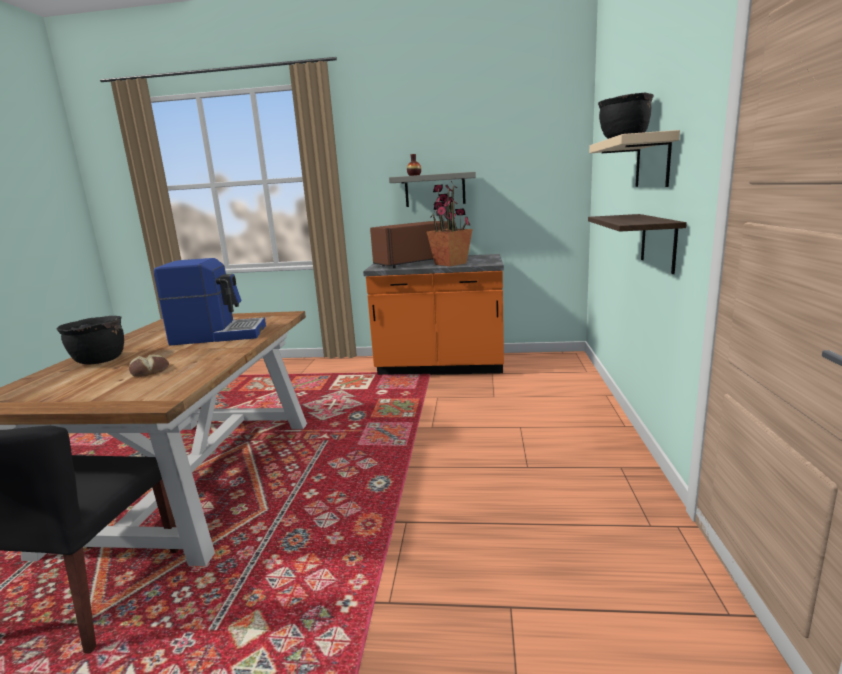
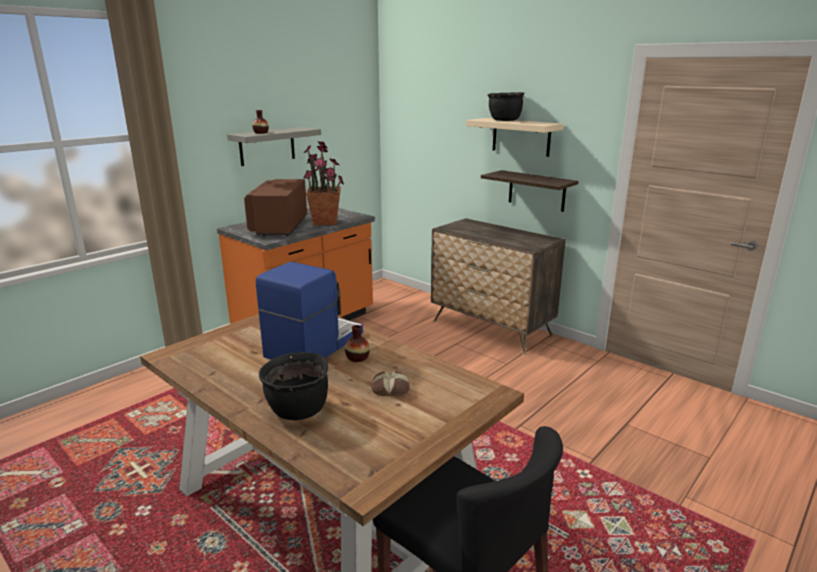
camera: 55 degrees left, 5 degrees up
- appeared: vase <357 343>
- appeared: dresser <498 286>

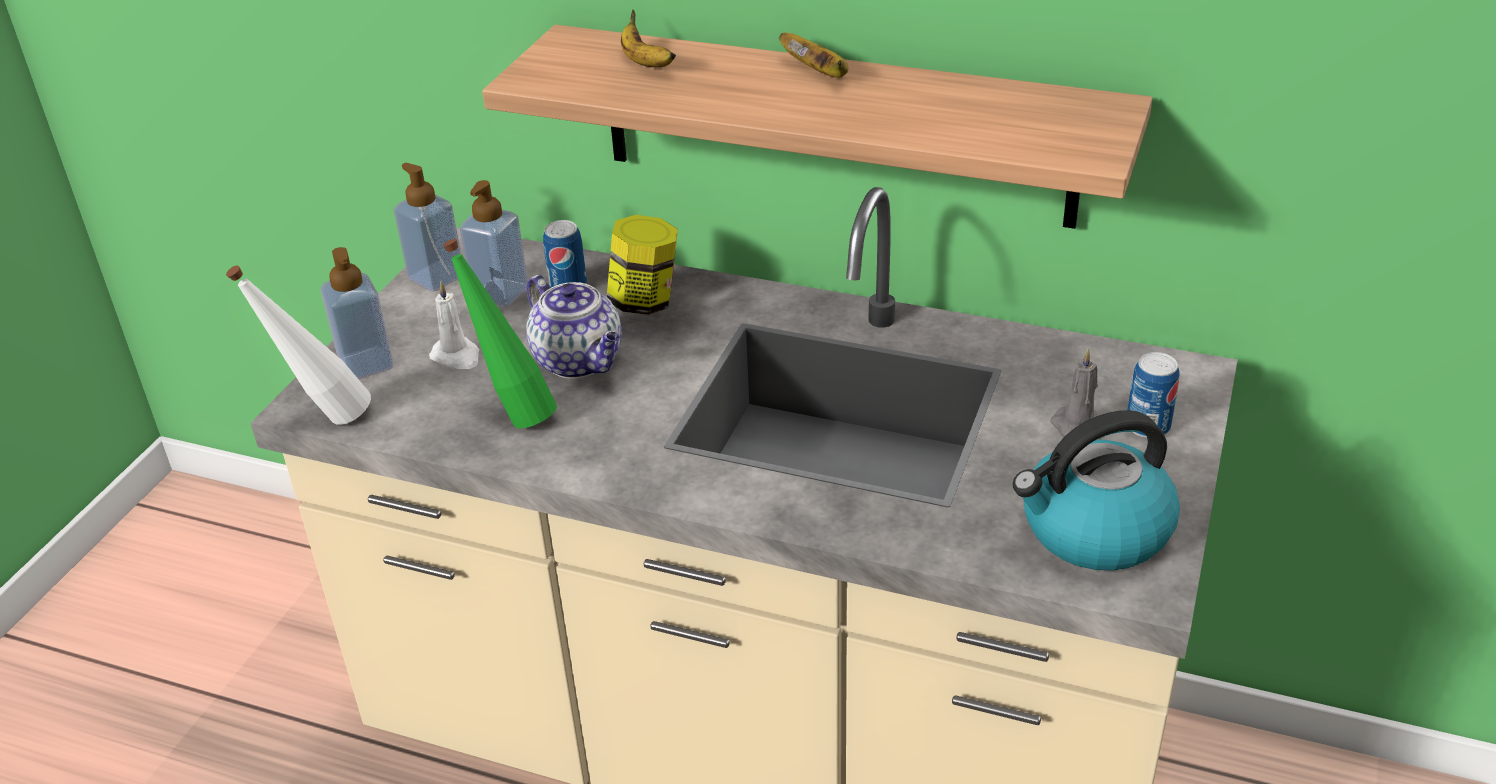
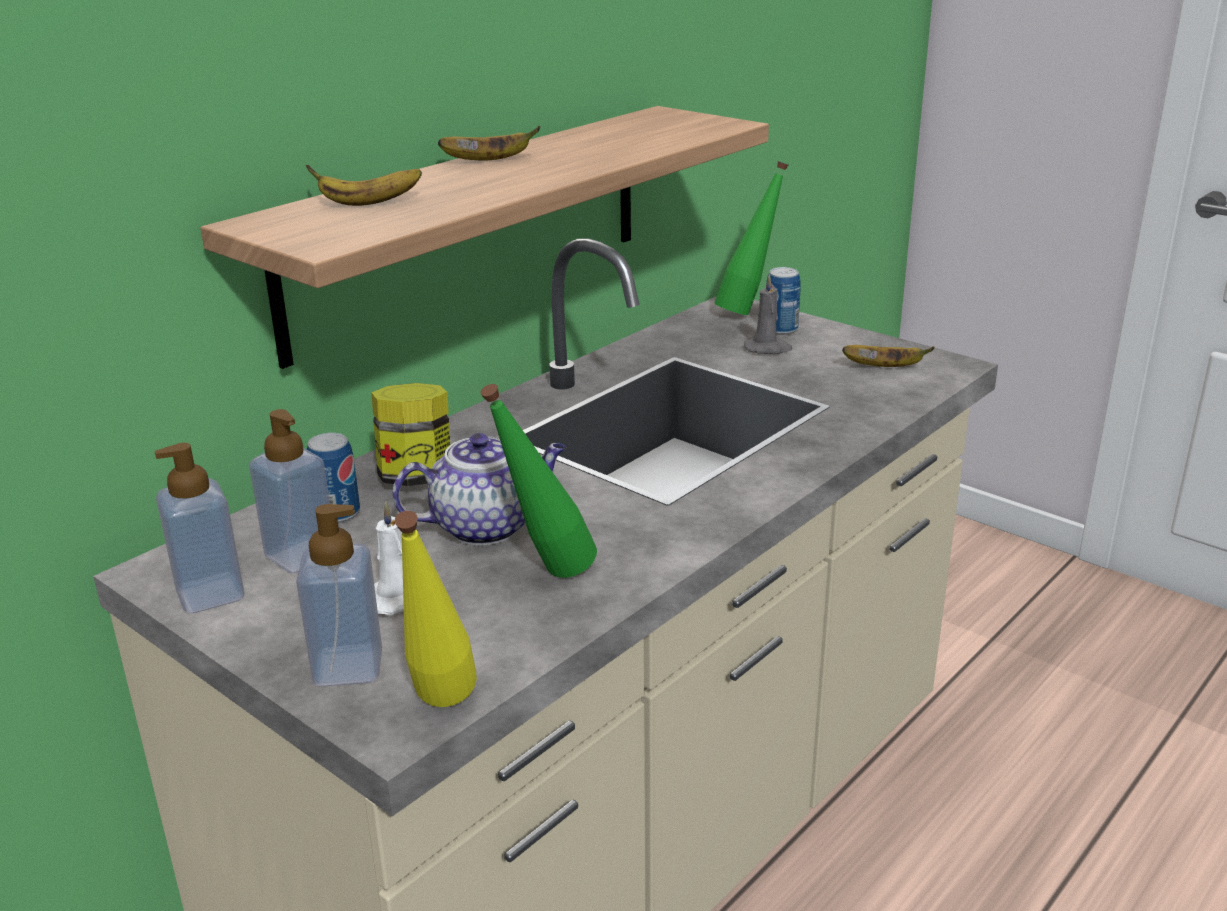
camera: 70 degrees left, 10 degrees down
- colour: white bottle <298 345> to yellow bottle <436 609>
- appeared: green bottle <751 238>
- exchanged: kettle <1096 490> to banana <888 356>

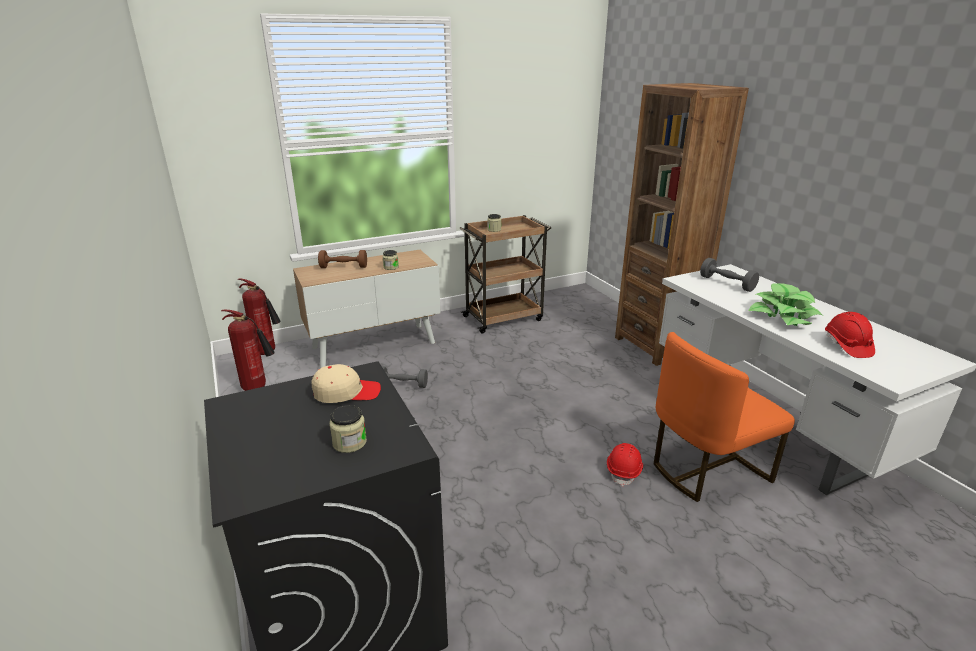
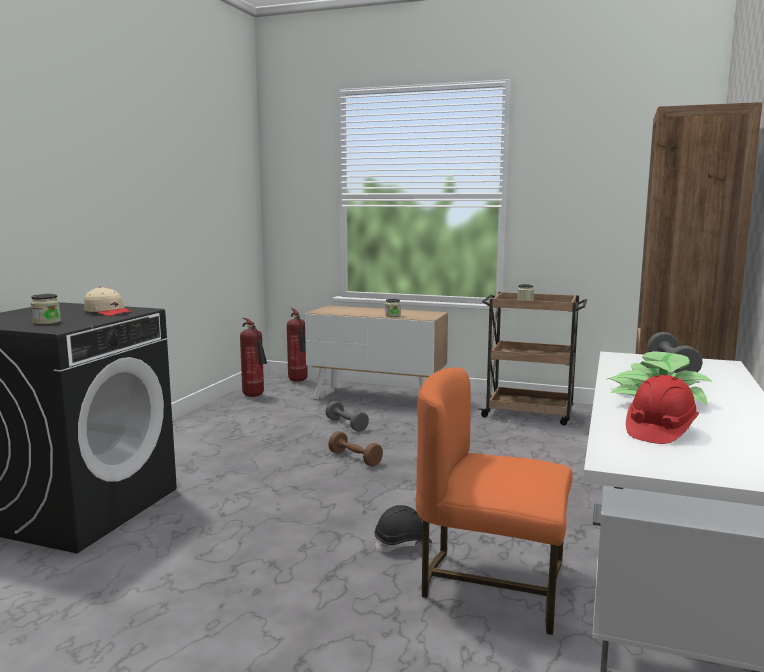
camera: 45 degrees right, 15 degrees down
- relocated: brown dumbbell <342 259> to <355 449>
- colour: red hard hat <625 465> to black hard hat <403 528>

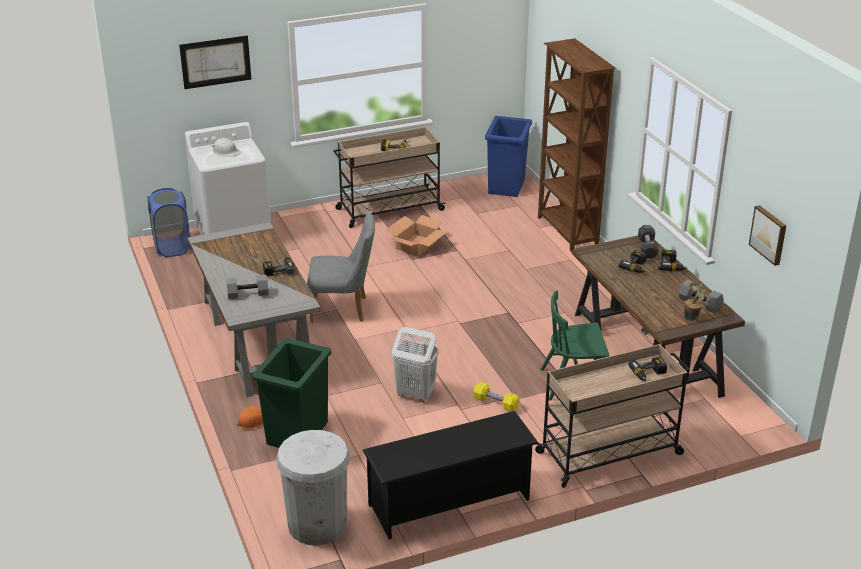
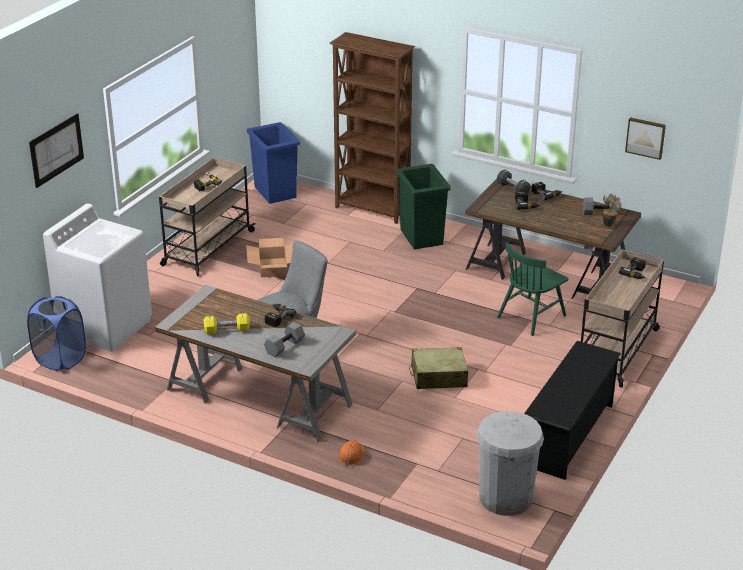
camera: 40 degrees left, 0 degrees up
- relocated: yellow dumbbell <496 397> to <227 323>
- relocated: green trash can <291 393> to <423 207>
- exchanged: white laundry basket <415 364> to beige suitcase <438 368>
- missing: white hard hat <226 147>

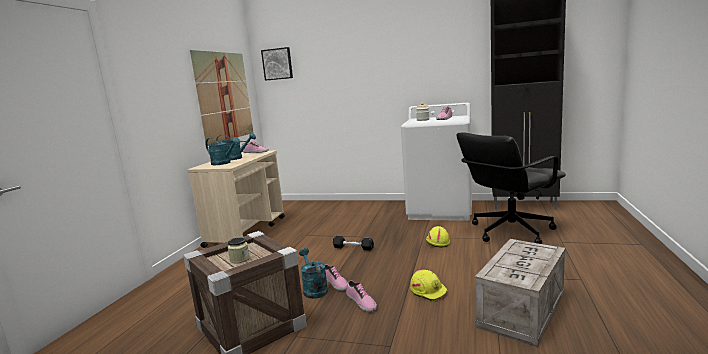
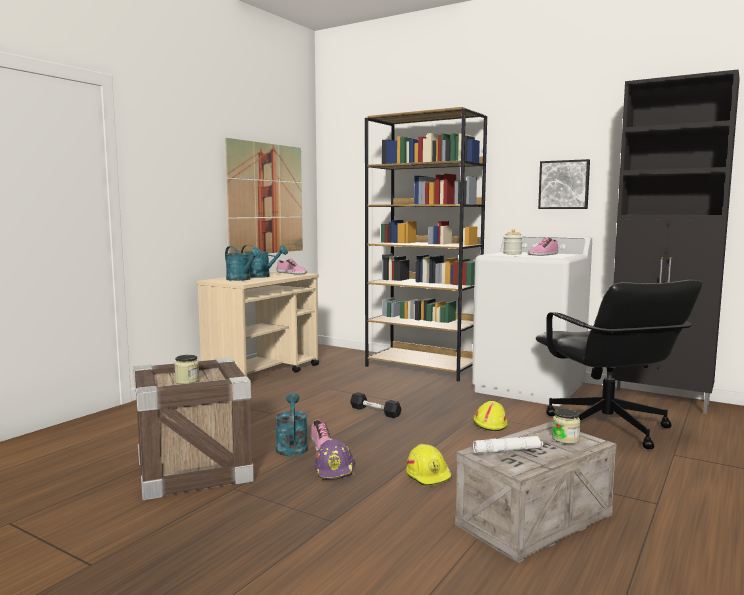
camera: 15 degrees right, 5 degrees down
- exchanged: shoe <361 296> to purple hard hat <334 459>
- appeared: brown bookcase <426 244>
- appeared: white flashlight <508 444>
- spun: black office chair <511 188> = <619 364> 90 degrees counterclockwise
- relocated: picture <277 64> to <564 184>
- appeared: jar <566 426>

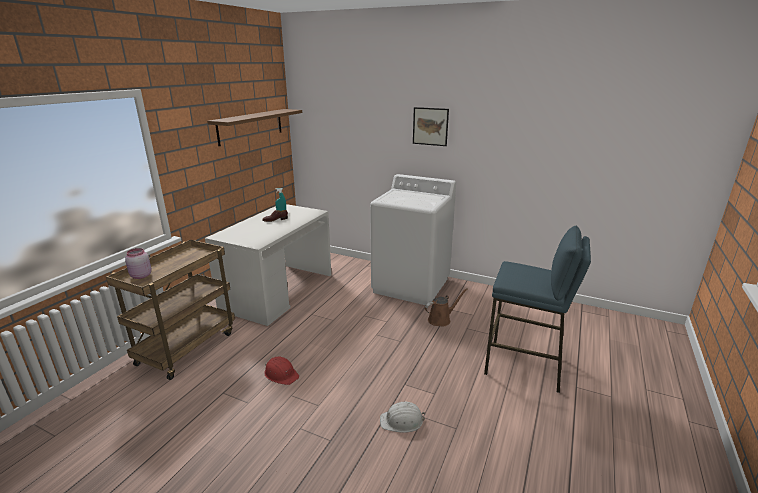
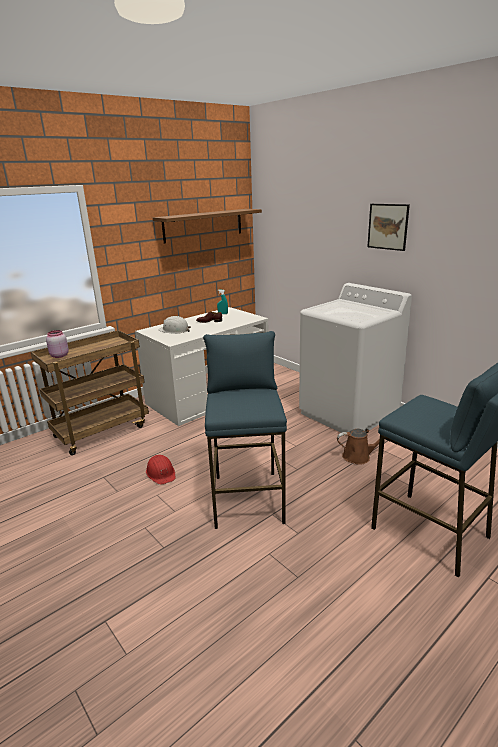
camera: 25 degrees right, 0 degrees up
- relocated: white hard hat <403 417> to <174 325>
- appeared: blue stool <245 430>

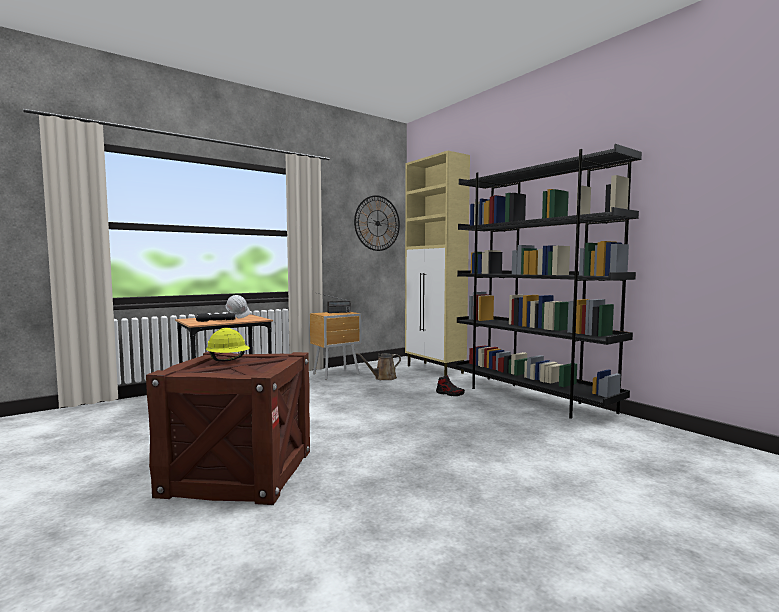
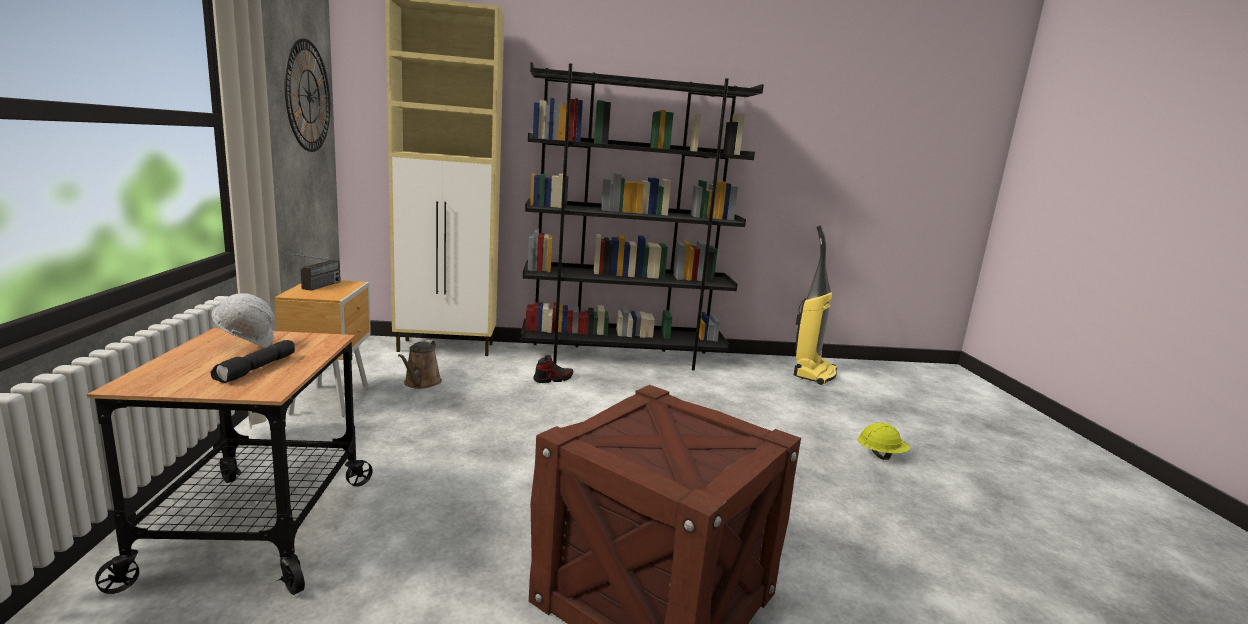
camera: 60 degrees left, 10 degrees up
- appeared: vacuum cleaner <815 305>
- relocated: yellow hard hat <228 344> to <883 441>

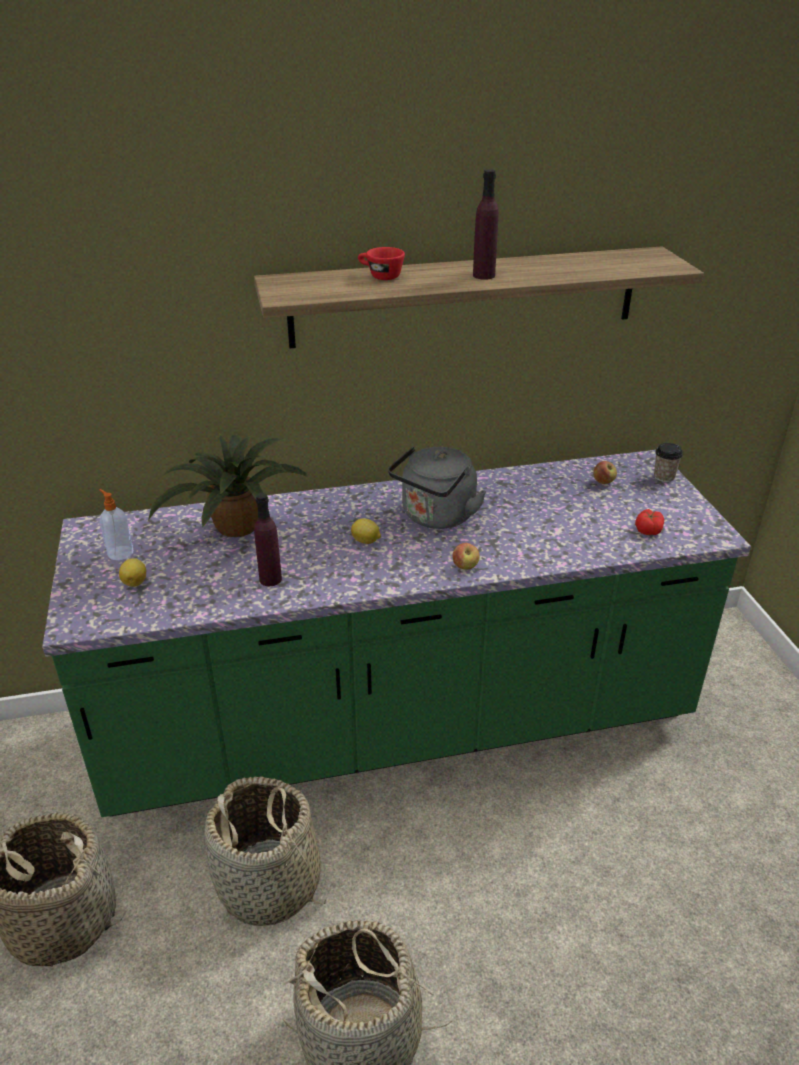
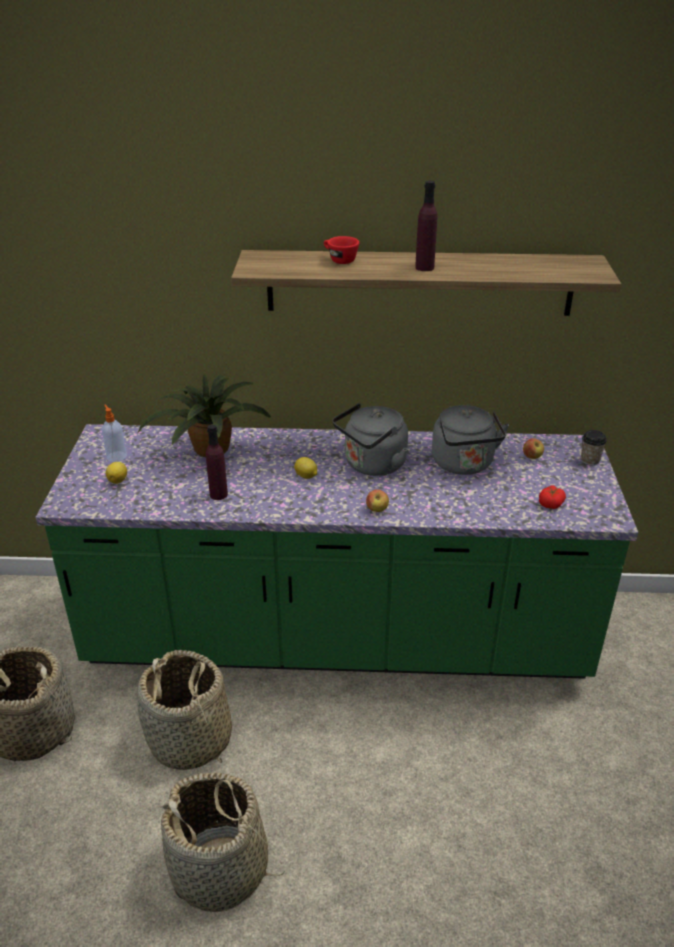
camera: 15 degrees right, 0 degrees up
- appeared: grey kettle <470 440>

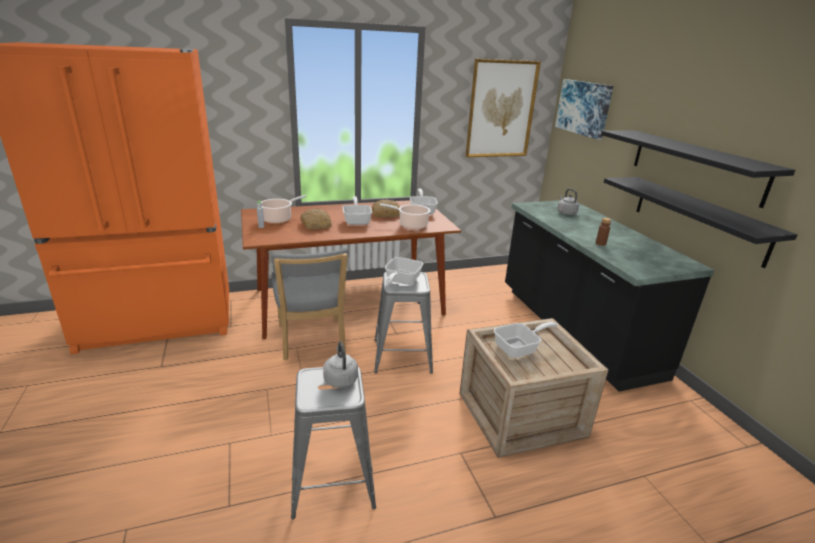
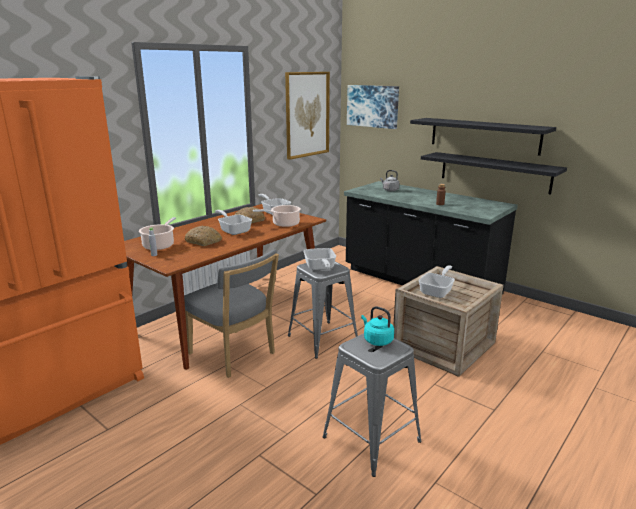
camera: 30 degrees left, 5 degrees down
- colour: grey kettle <340 364> to turquoise kettle <377 326>

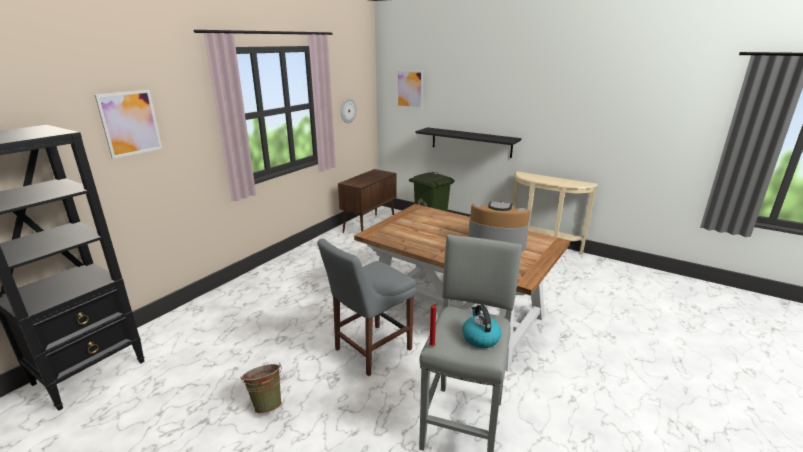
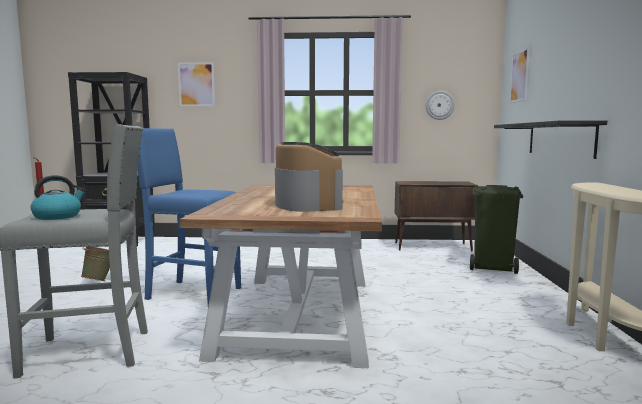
camera: 60 degrees right, 15 degrees down
- exchanged: grey chair <366 307> to blue stool <189 217>

